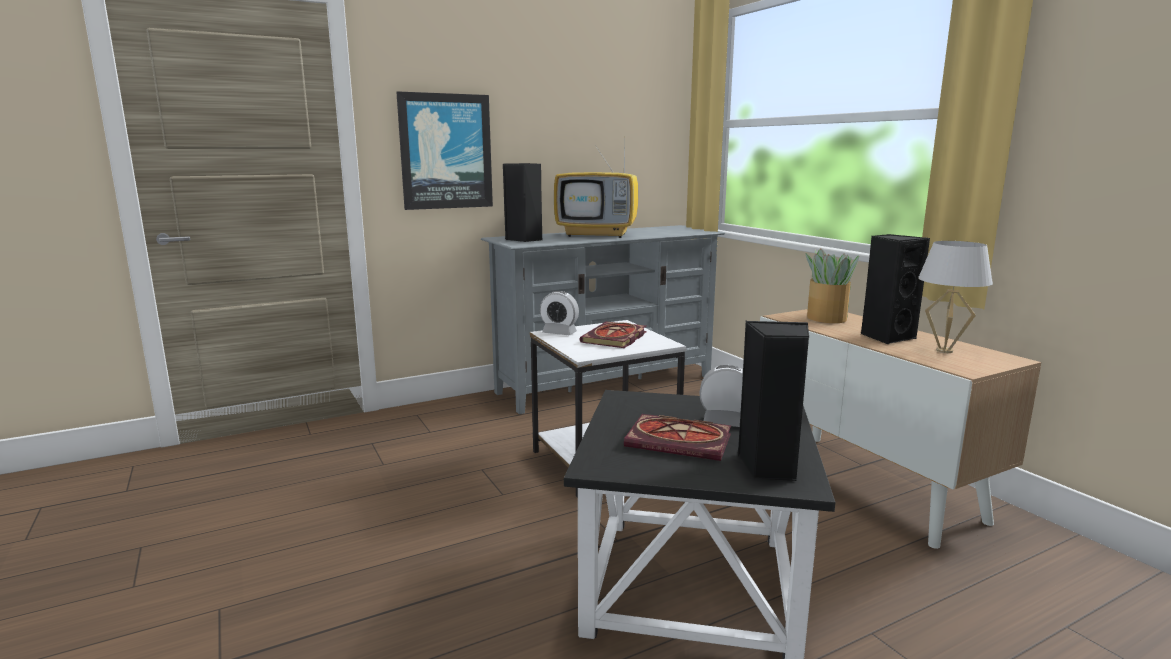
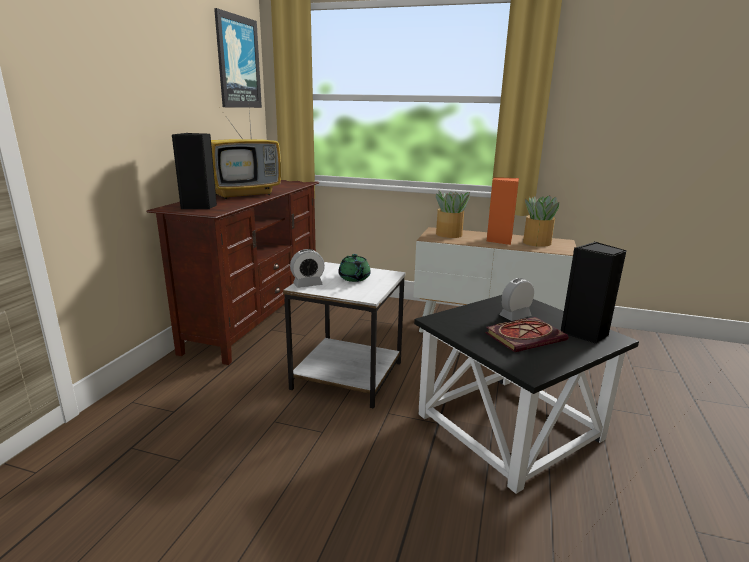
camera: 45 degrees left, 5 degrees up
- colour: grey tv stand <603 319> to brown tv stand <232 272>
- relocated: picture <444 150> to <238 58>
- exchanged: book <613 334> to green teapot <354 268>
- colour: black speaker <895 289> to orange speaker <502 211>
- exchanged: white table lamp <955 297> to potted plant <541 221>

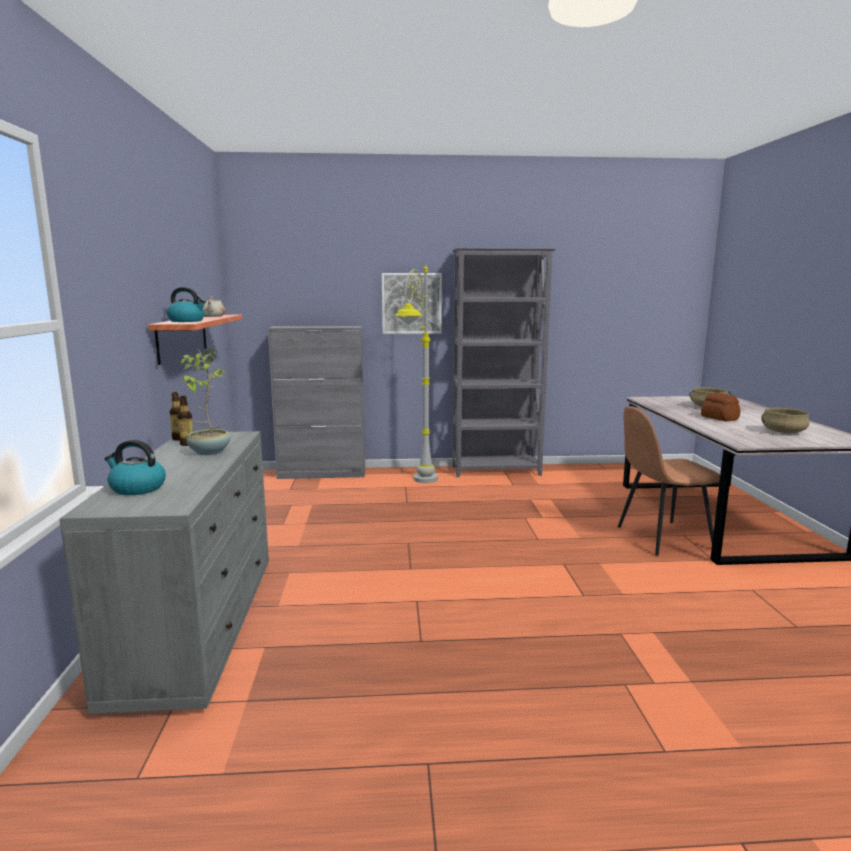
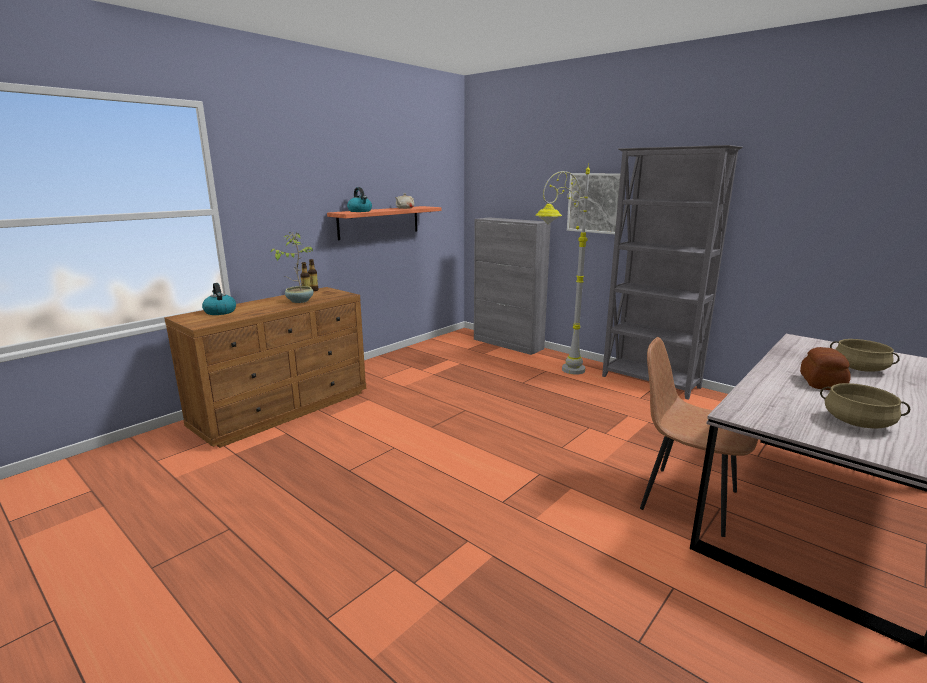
camera: 45 degrees right, 5 degrees up
- colour: grey dresser <164 572> to brown dresser <265 367>

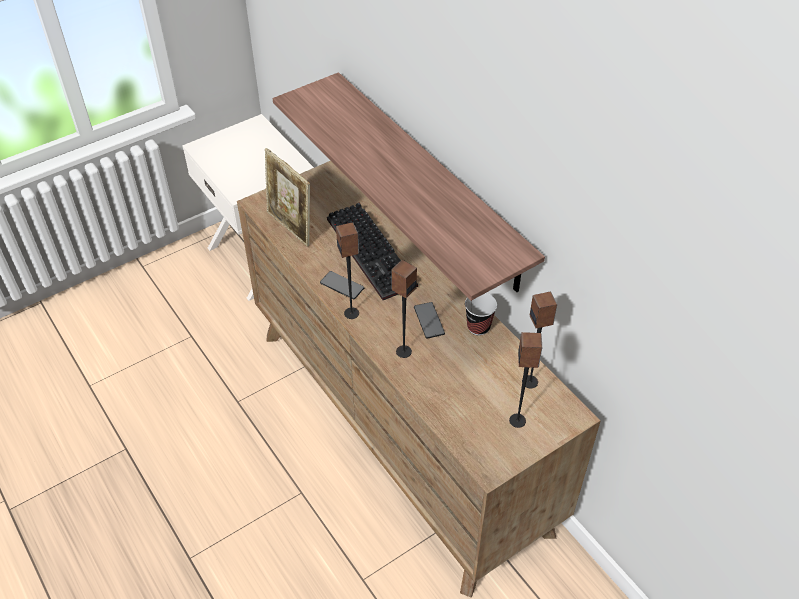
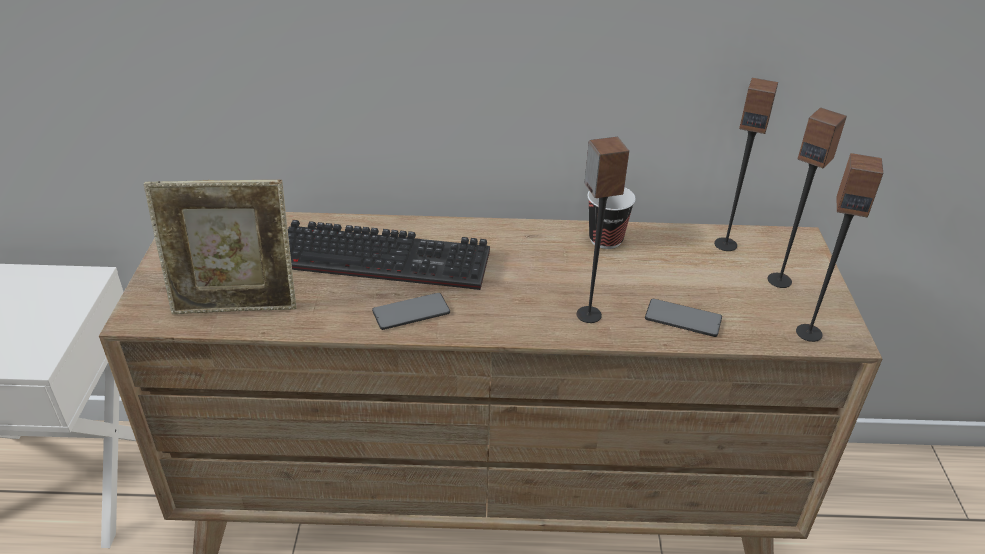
camera: 55 degrees left, 10 degrees down
- relocated: phone <429 320> to <683 318>
- relocated: speaker <347 270> to <839 247>
- missing: shelf <409 186>

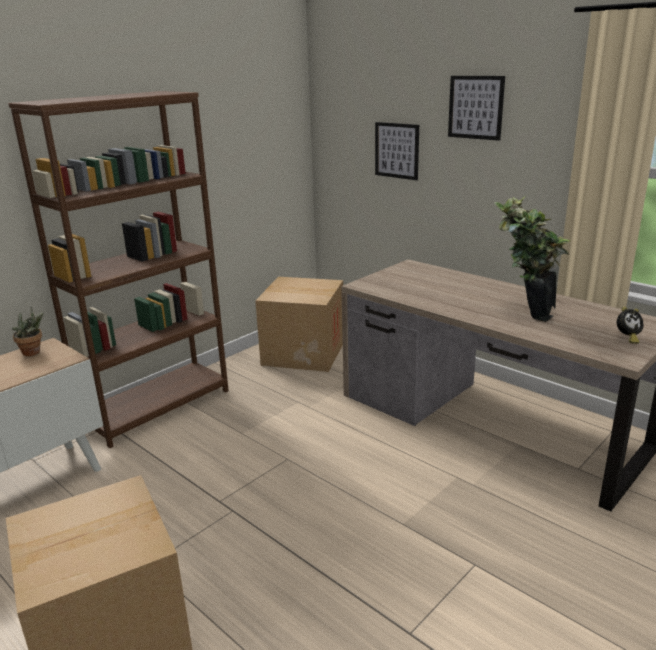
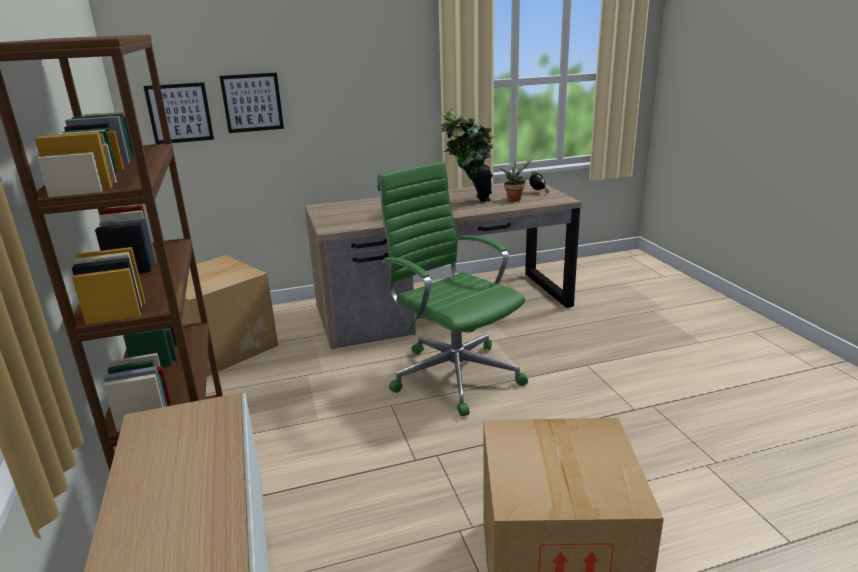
camera: 60 degrees left, 0 degrees up
- relocated: picture <476 108> to <178 113>
- appeared: green office chair <453 288>
- relocated: potted plant <28 331> to <516 180>

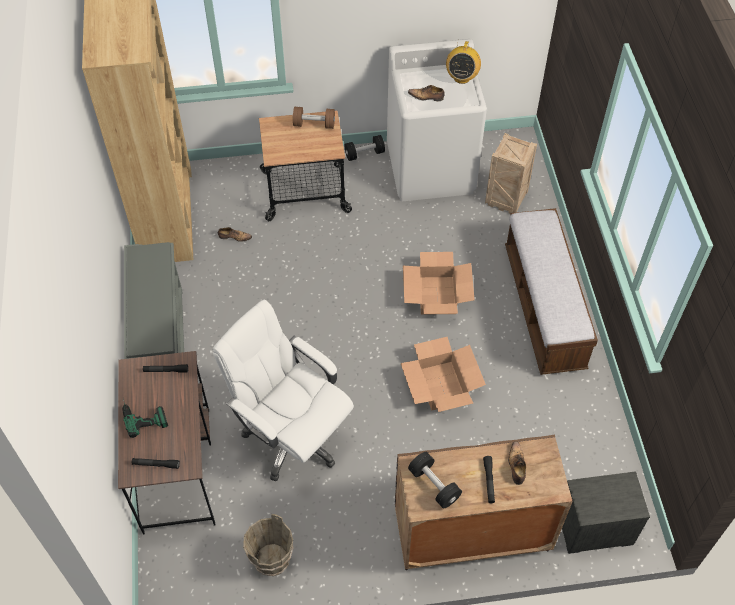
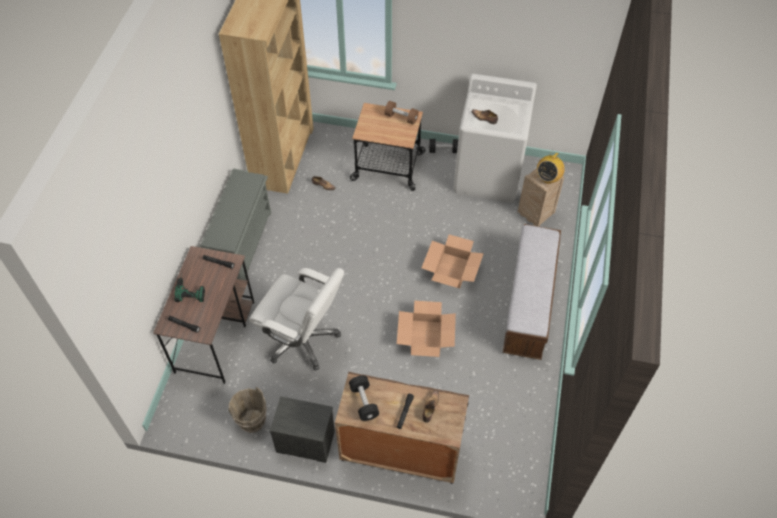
camera: 20 degrees right, 0 degrees up
- spun: white office chair <283 390> = <296 319> 150 degrees clockwise
- relocated: nightstand <606 512> to <302 429>
- relocated: radio <463 61> to <551 168>

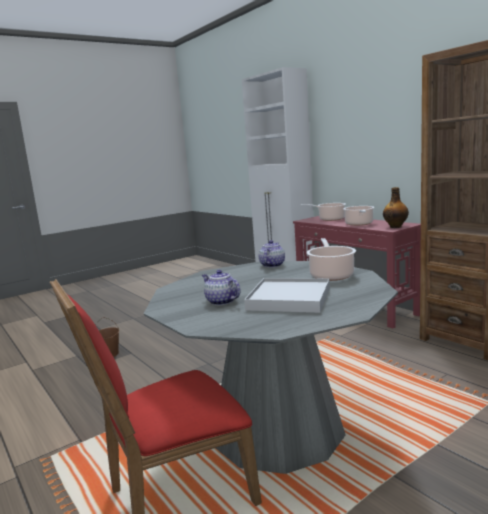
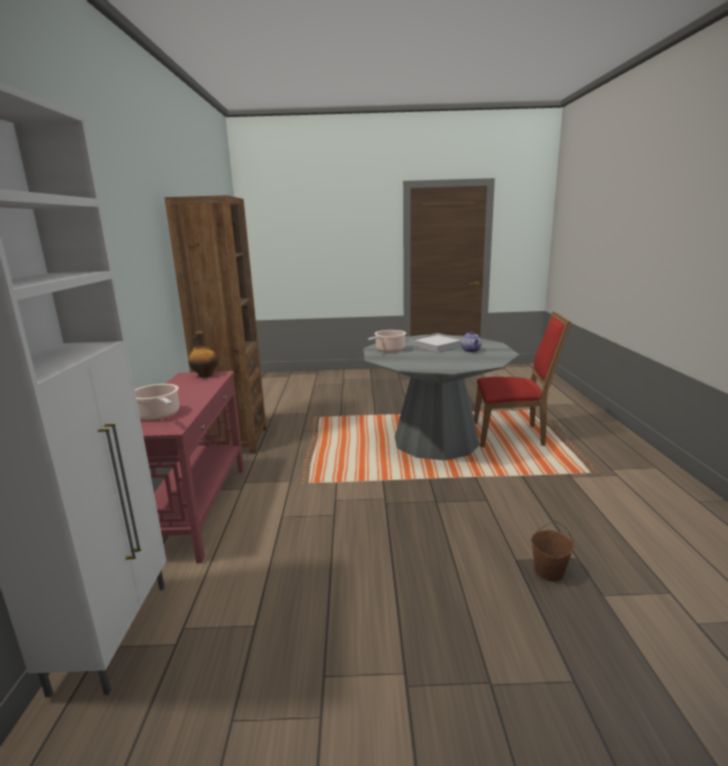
camera: 145 degrees left, 5 degrees up
- missing: teapot <272 254>
- missing: cooking pot <359 216>

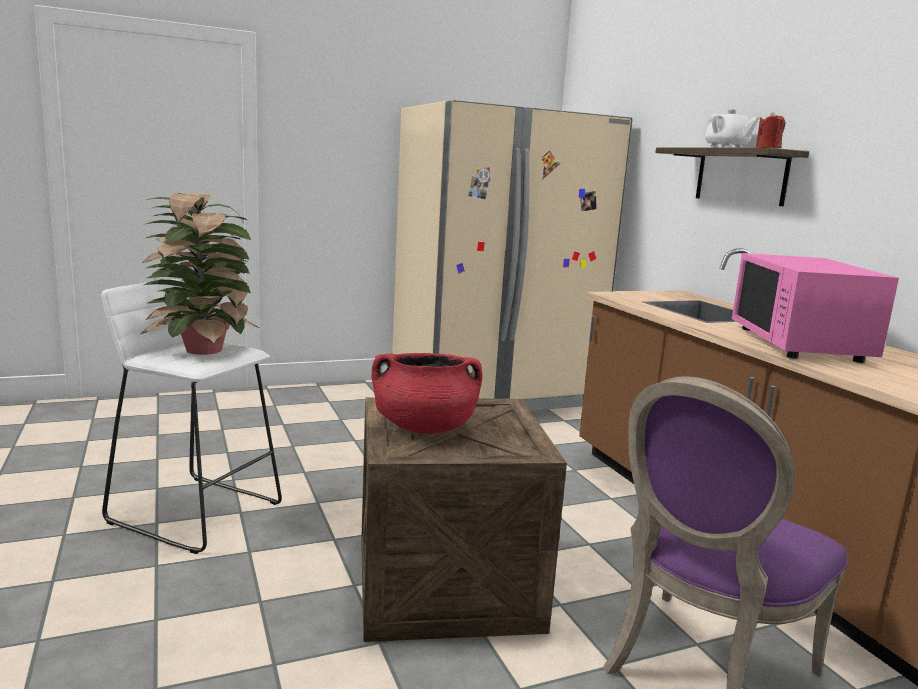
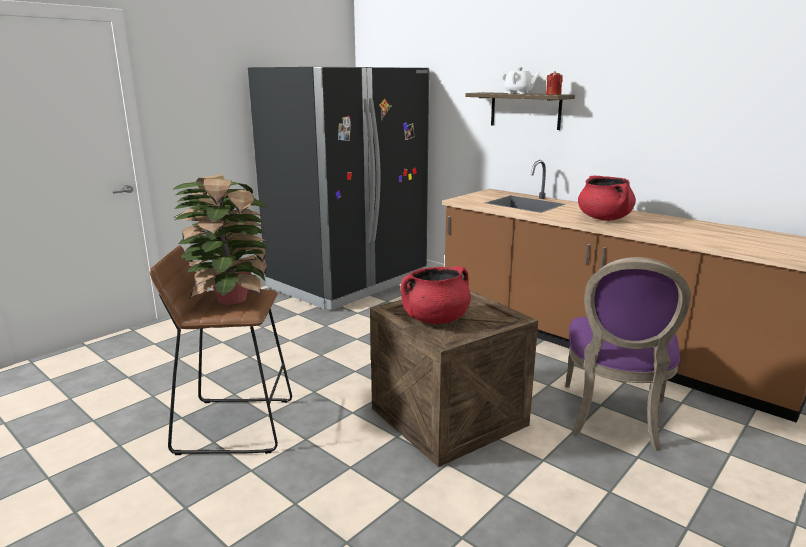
camera: 25 degrees left, 5 degrees up
- colour: white stool <192 416> to brown stool <221 350>
- colour: beige fridge <512 255> to black fridge <338 188>
- exchanged: pink microwave <815 308> to red cooking pot <607 198>

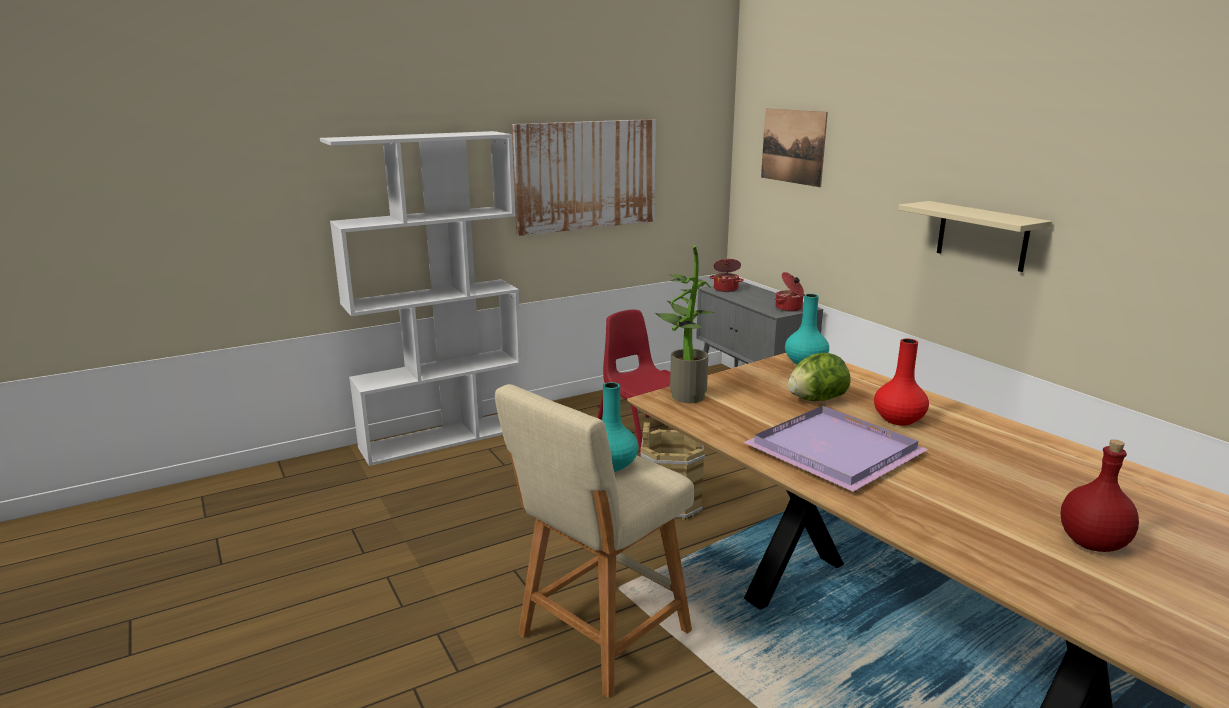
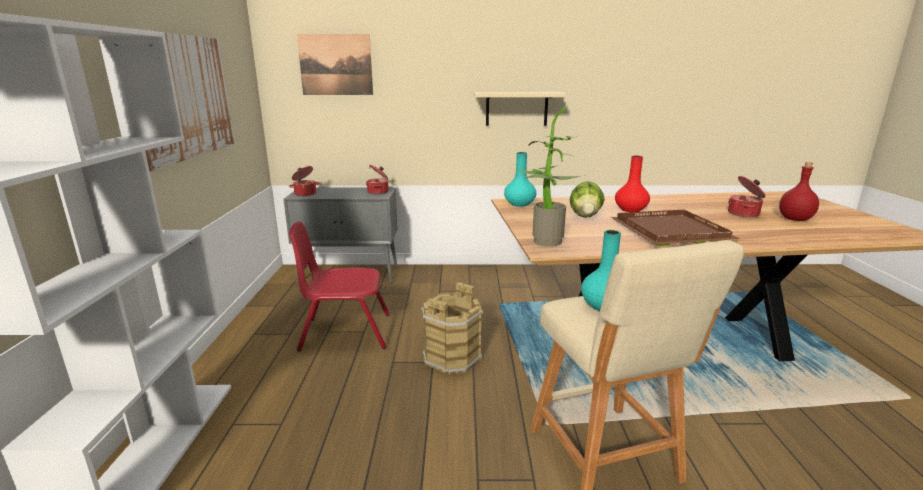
camera: 60 degrees left, 0 degrees up
- colour: purple tray <836 449> to brown tray <674 228>
- appeared: cooking pot <747 196>

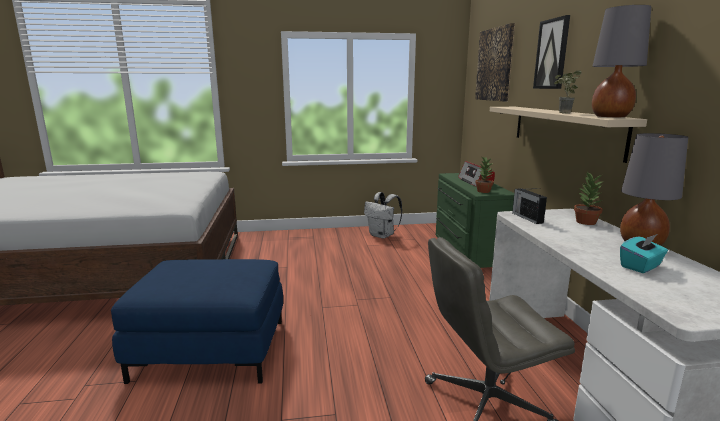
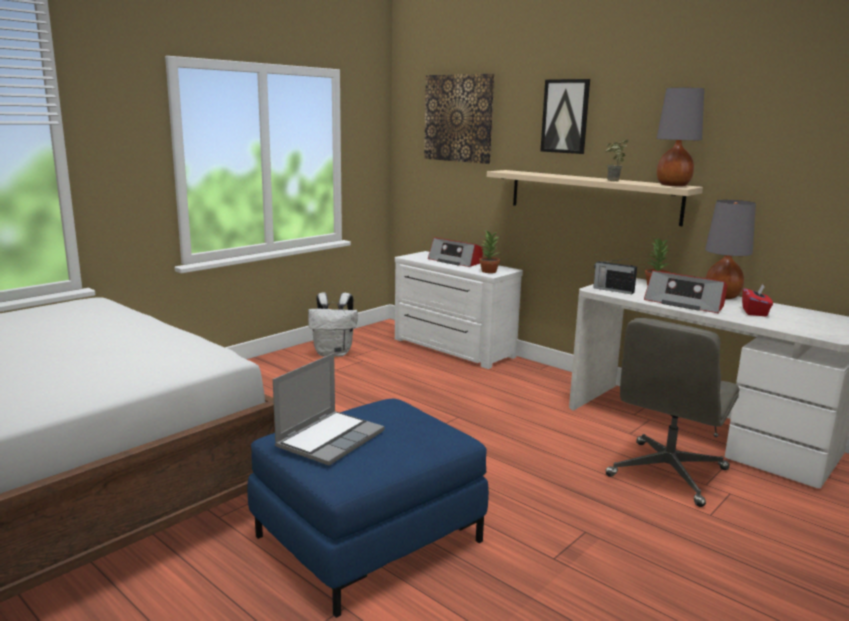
camera: 40 degrees left, 0 degrees up
- appeared: laptop <328 409>
- colour: green dresser <475 220> to white dresser <459 310>
- appeared: radio <685 291>
- colour: turquoise tissue box <644 253> to red tissue box <757 300>

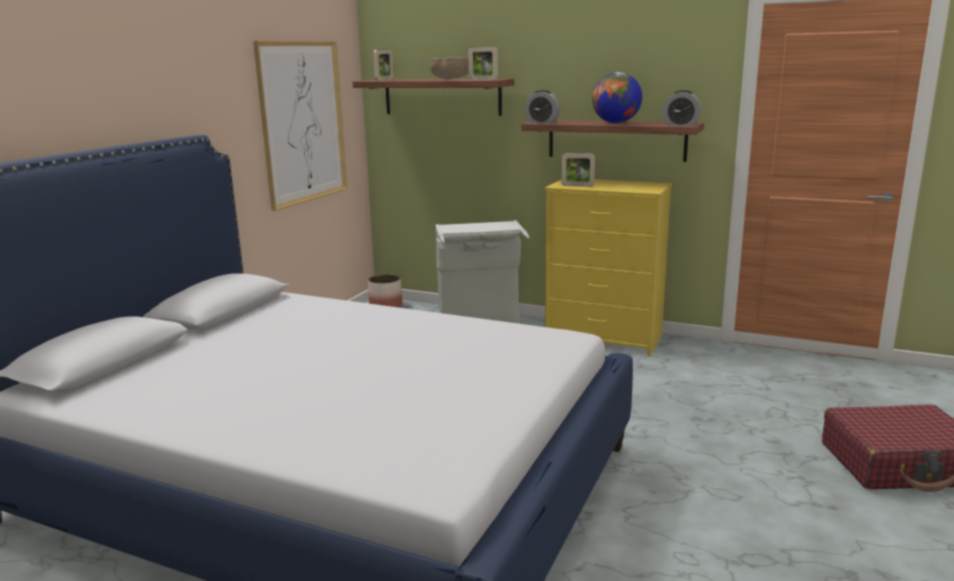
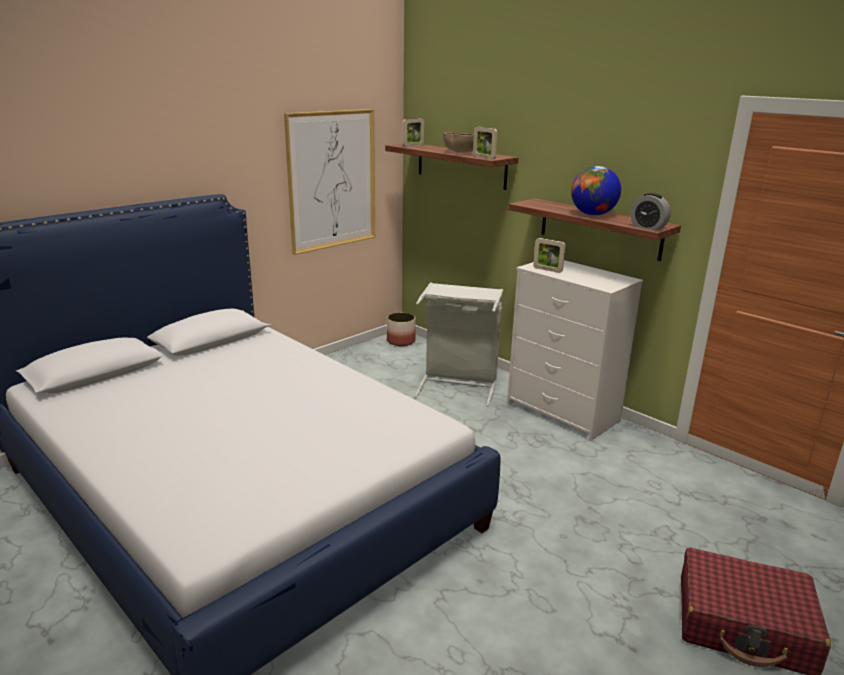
camera: 20 degrees right, 5 degrees up
- colour: yellow dresser <608 267> to white dresser <575 350>
- missing: alarm clock <542 106>

